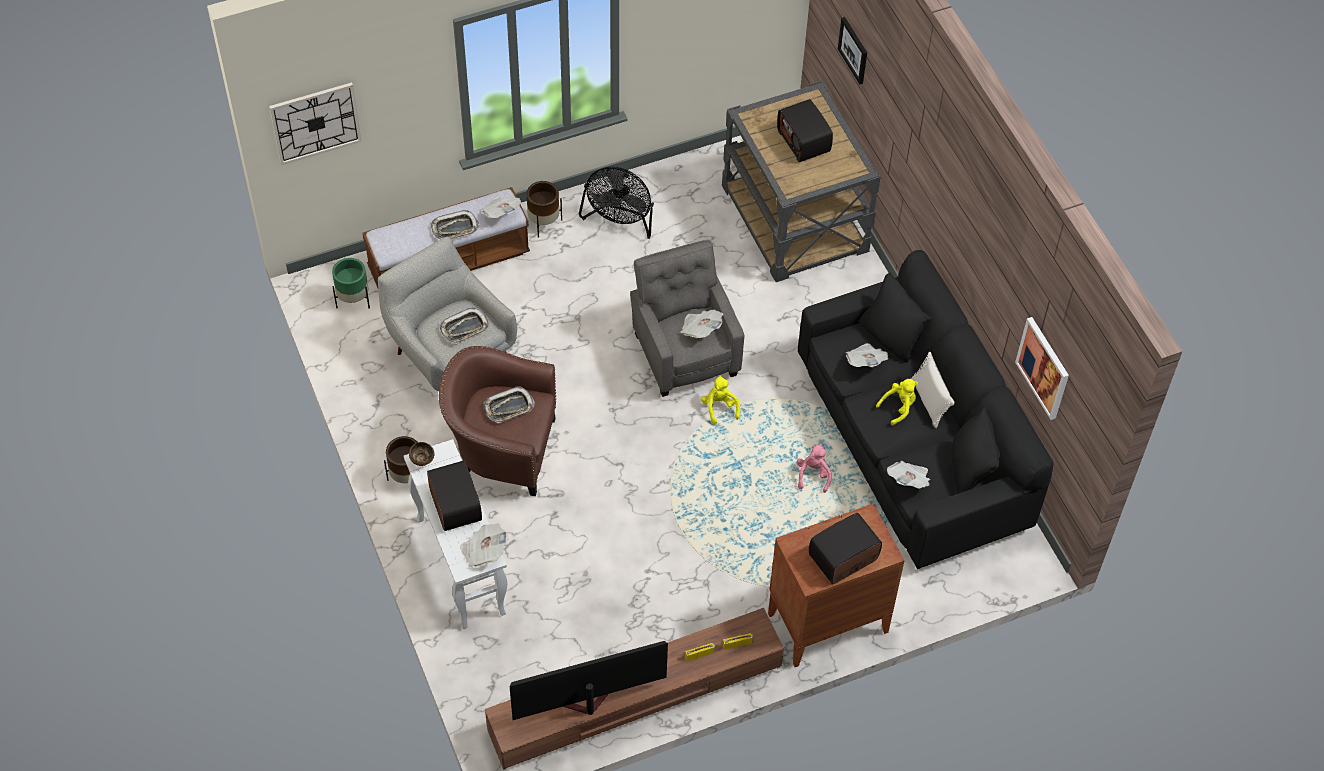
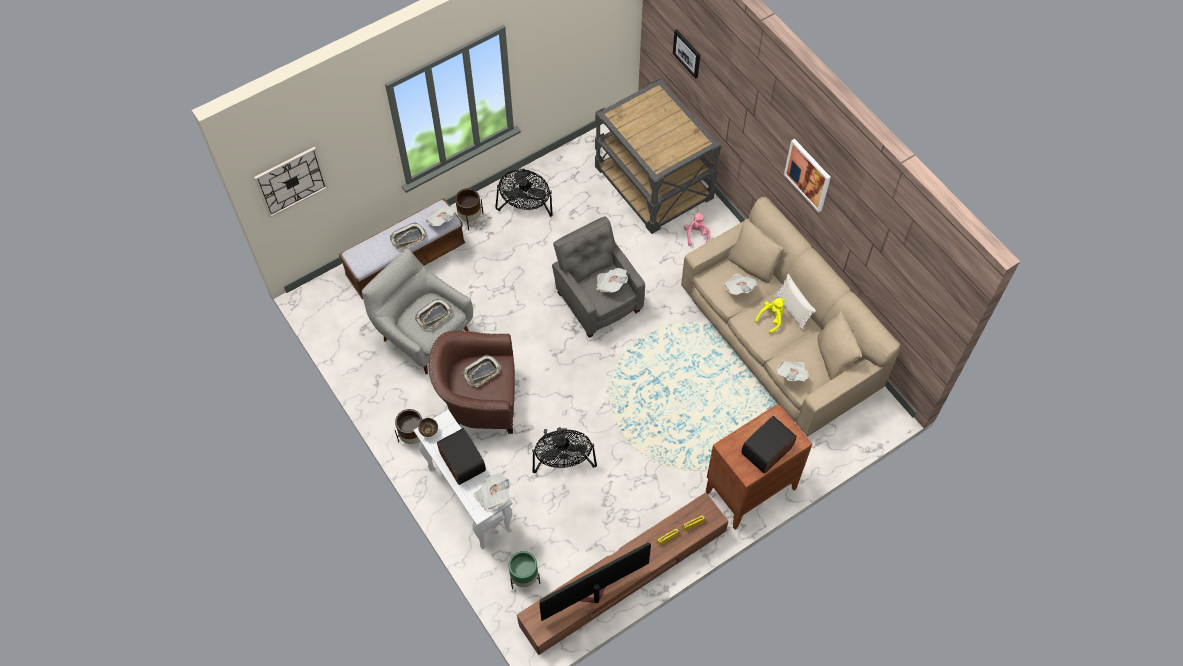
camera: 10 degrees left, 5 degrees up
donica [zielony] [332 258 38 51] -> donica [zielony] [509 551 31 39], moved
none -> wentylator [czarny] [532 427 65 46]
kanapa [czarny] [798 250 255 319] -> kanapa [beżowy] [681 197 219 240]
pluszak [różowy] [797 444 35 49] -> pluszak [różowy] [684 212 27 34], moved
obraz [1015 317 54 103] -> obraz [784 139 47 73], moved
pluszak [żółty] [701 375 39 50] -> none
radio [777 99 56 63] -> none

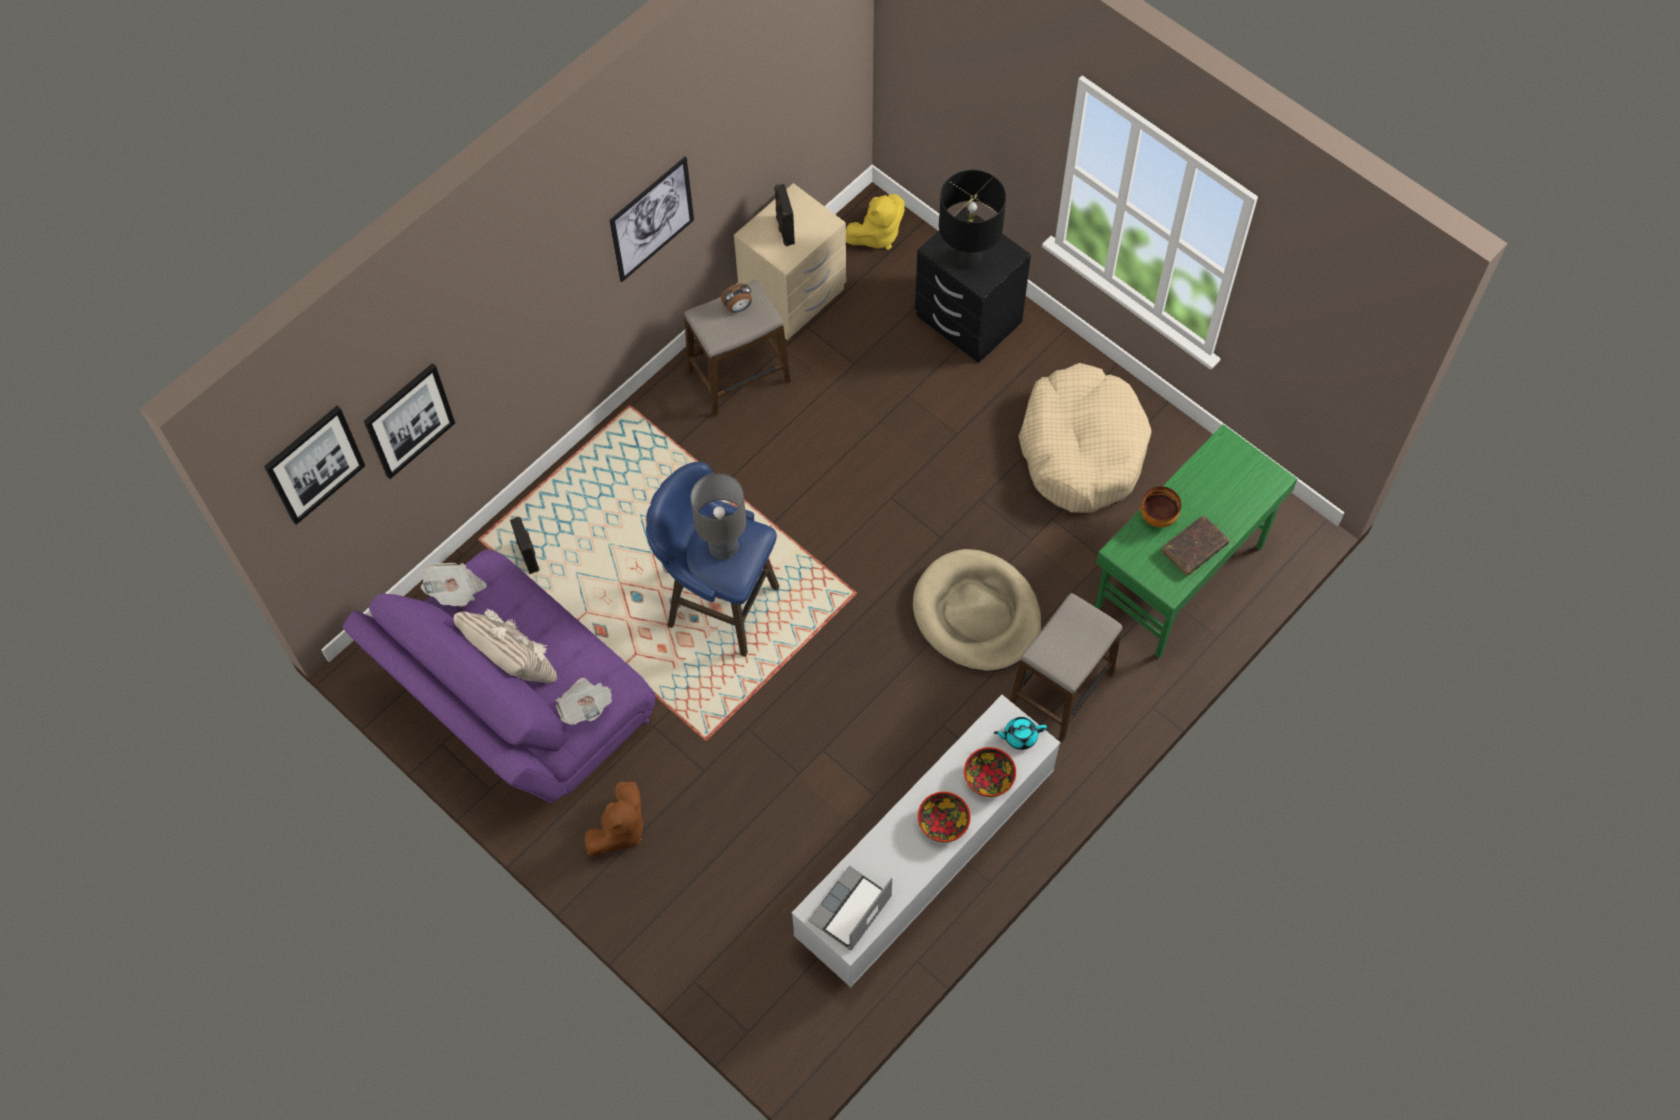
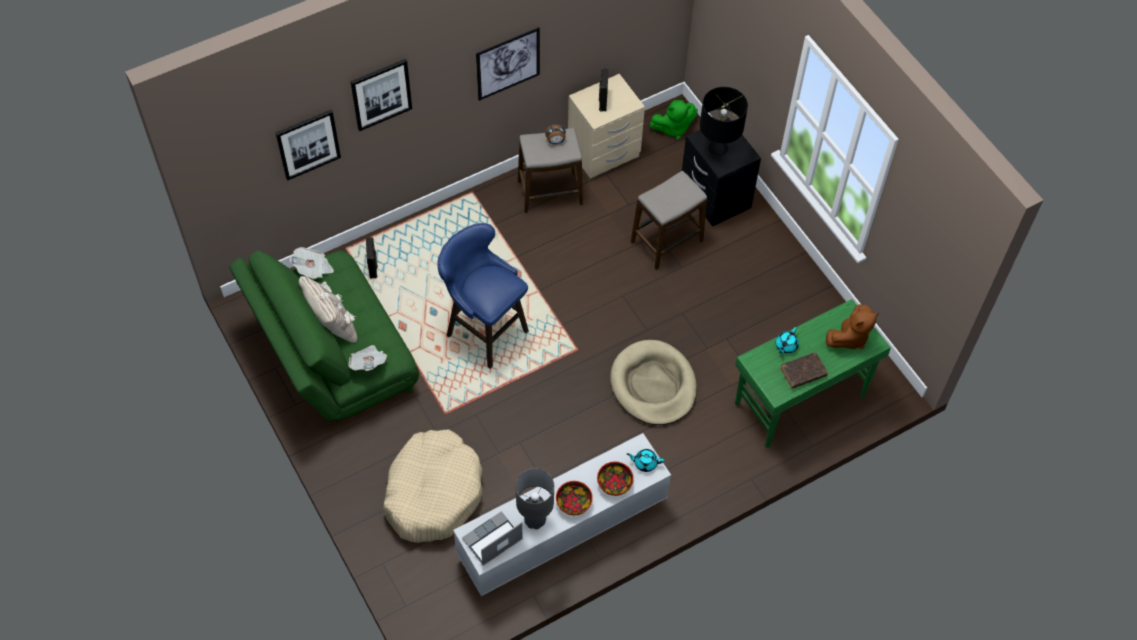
camera: 15 degrees right, 5 degrees down
kanapa [fioletowy] [342 549 313 254] -> kanapa [zielony] [229 250 190 172]
obraz [264 406 101 119] -> obraz [351 59 61 72], moved
legowisko [beżowy] [1018 363 134 150] -> legowisko [beżowy] [383 429 100 114], moved
lampa stołowa [szary] [690 473 56 87] -> lampa stołowa [szary] [516 469 38 60], moved
stołek [1010 593 112 149] -> stołek [631 171 76 99], moved
pluszak [żółty] [846 194 59 56] -> pluszak [zielony] [649 100 49 39]
miska [1141 486 40 41] -> imbryk [turkusowy] [776 327 23 27]
pluszak [brązowy] [585 782 58 74] -> pluszak [brązowy] [826 304 53 45], moved

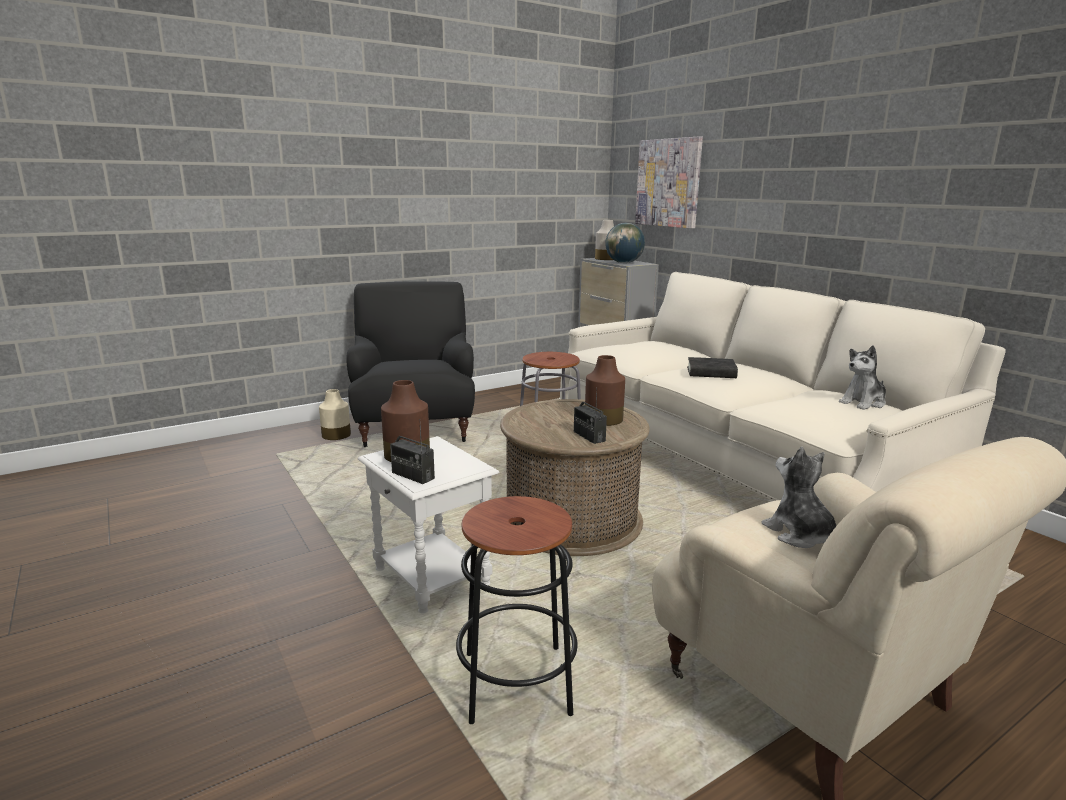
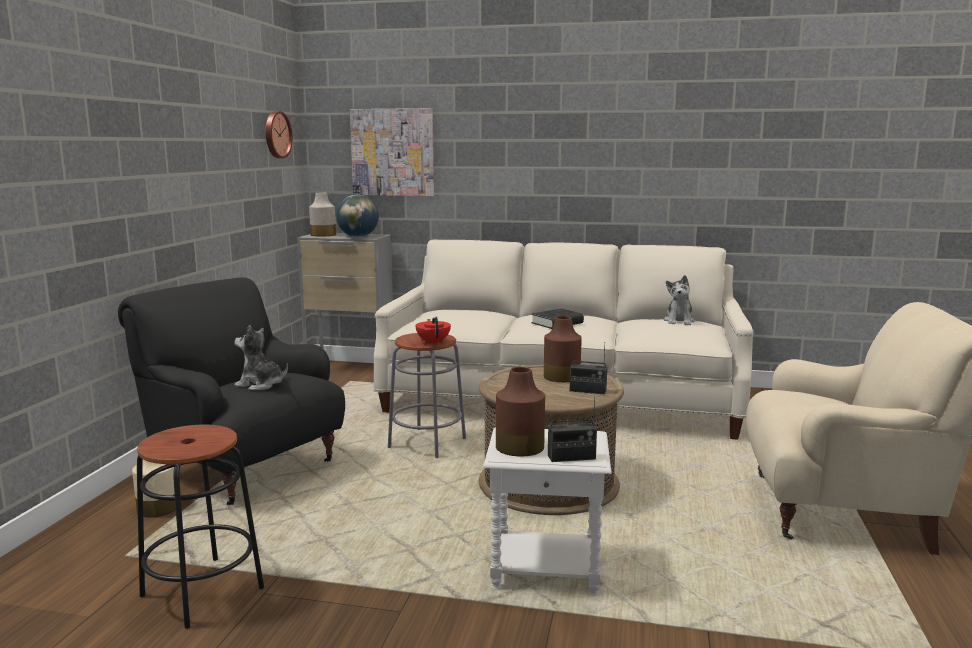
camera: 45 degrees left, 5 degrees down
stołek [czarny] [456 496 122 228] -> stołek [czarny] [137 425 127 204], moved
pluszak [761 446 75 102] -> pluszak [235 325 53 65], moved
none -> zegar ścienny [266 111 27 47]
none -> imbryk [czerwony] [415 317 36 28]

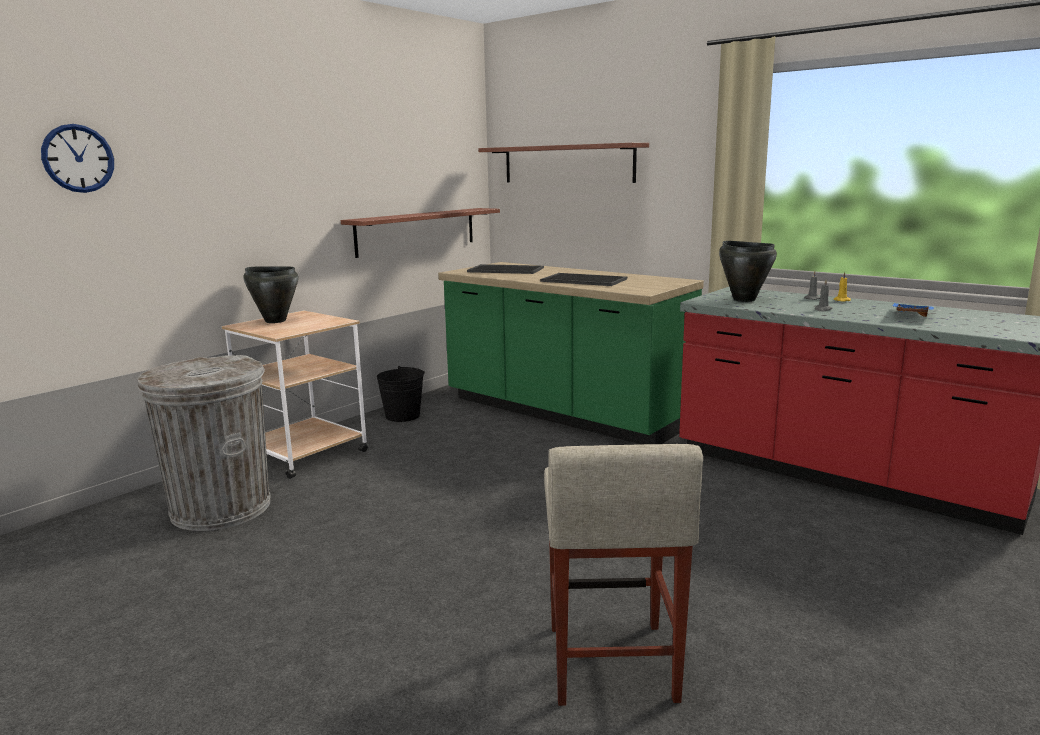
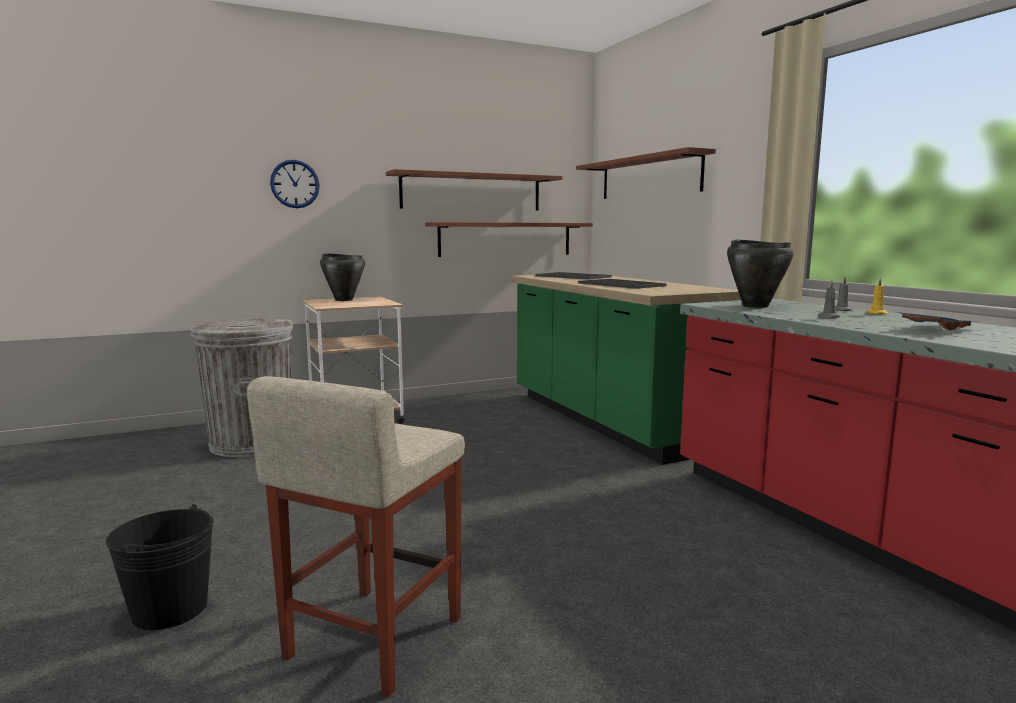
camera: 25 degrees right, 5 degrees down
wiadro [czarny] [376 366 49 56] -> wiadro [czarny] [106 504 108 126], moved
zegar ścienny [41 124 73 69] -> zegar ścienny [270 160 50 48], moved
none -> półka [386 169 176 41]

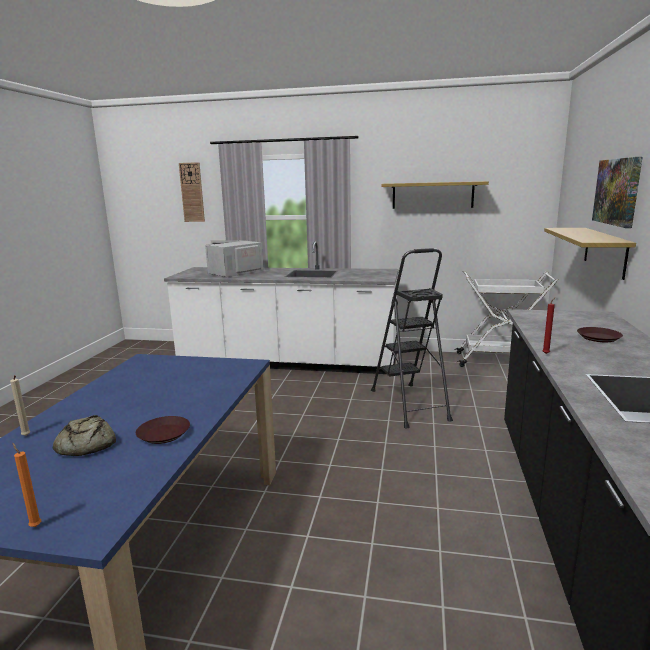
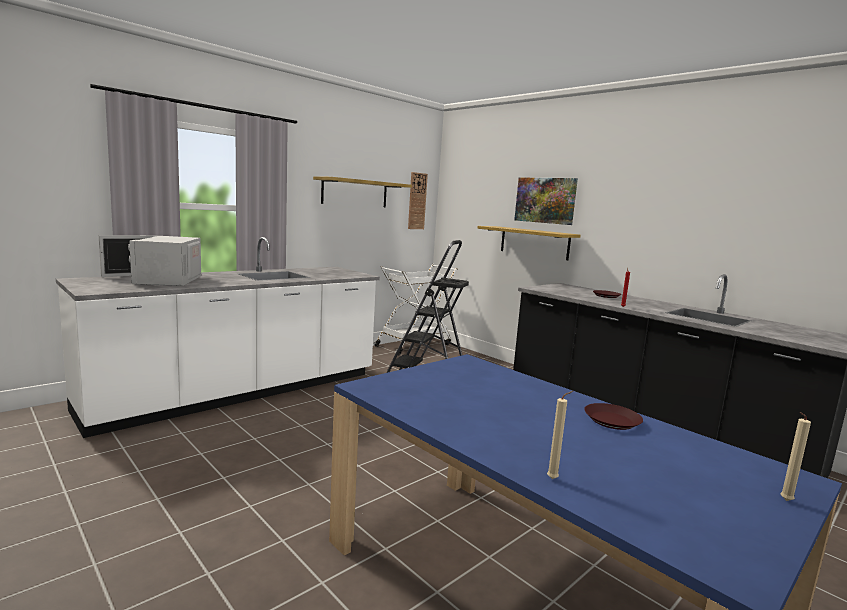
camera: 55 degrees left, 5 degrees down
zegar ścienny [179 162 26 60] -> zegar ścienny [408 172 20 57], moved
świeca [pomarańczowy] [12 443 29 84] -> świeca [beżowy] [780 412 31 89]
chleb [53 415 63 41] -> none

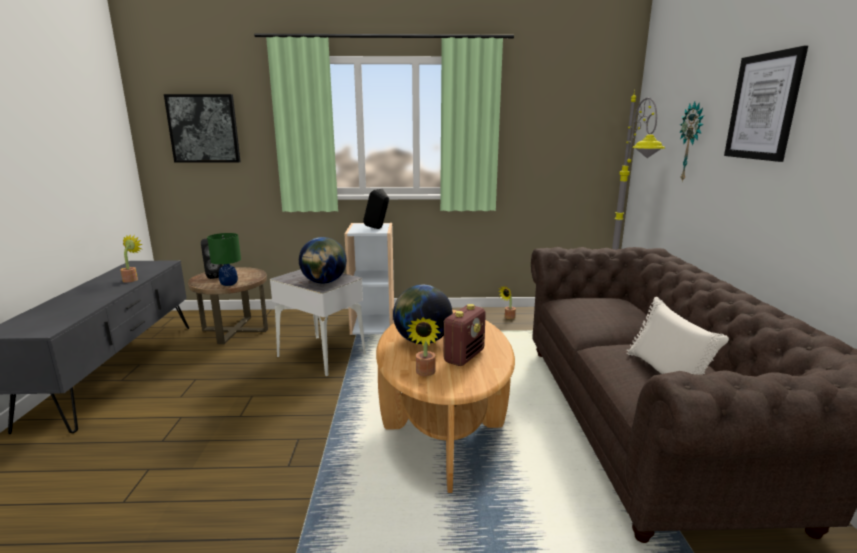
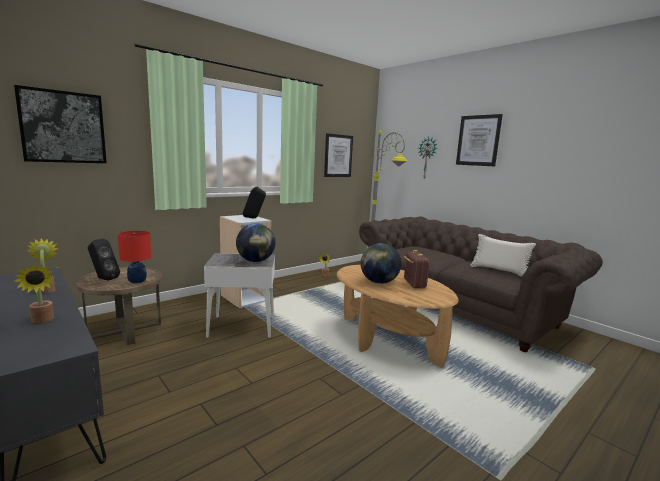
camera: 40 degrees left, 5 degrees down
roślina doniczkowa [407 317 33 59] -> roślina doniczkowa [14 265 40 59], moved
lampa stołowa [zielony] [207 233 34 53] -> lampa stołowa [czerwony] [118 231 33 52]
none -> obraz [324 133 29 44]

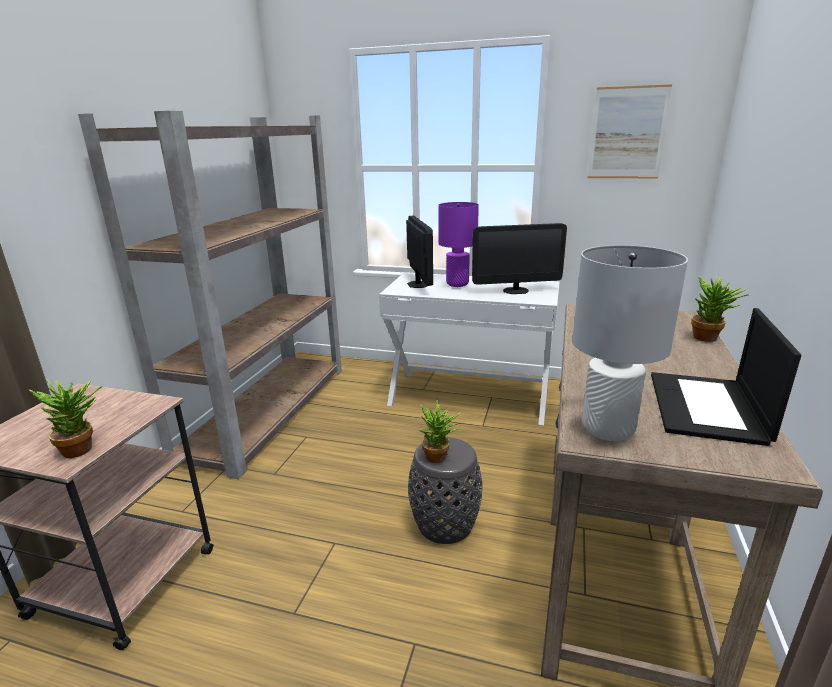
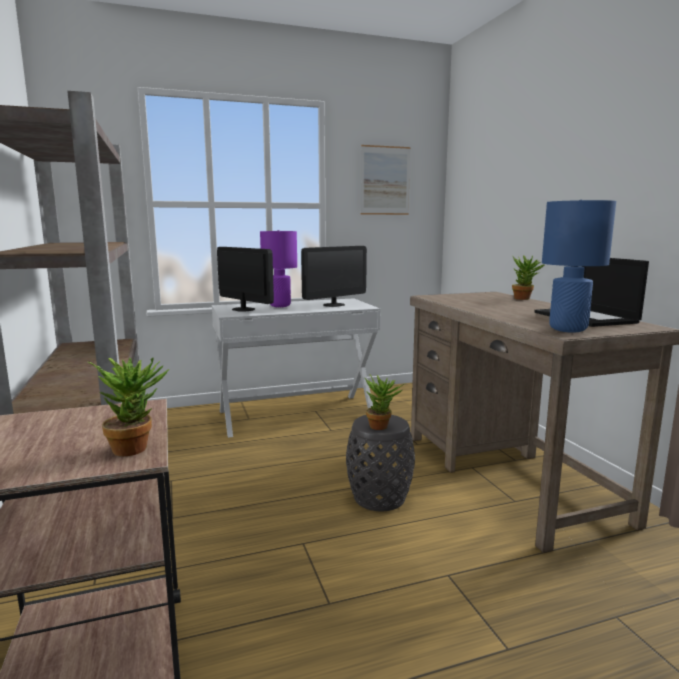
camera: 35 degrees left, 10 degrees down
lampa stołowa [szary] [572 245 116 196] -> lampa stołowa [niebieski] [542 200 74 133]

